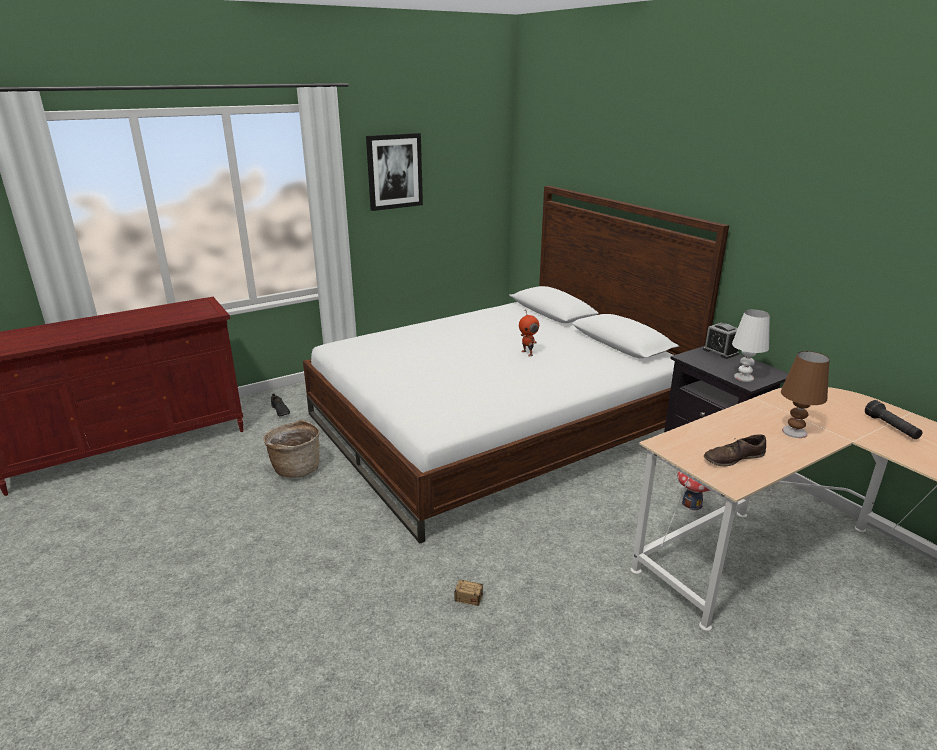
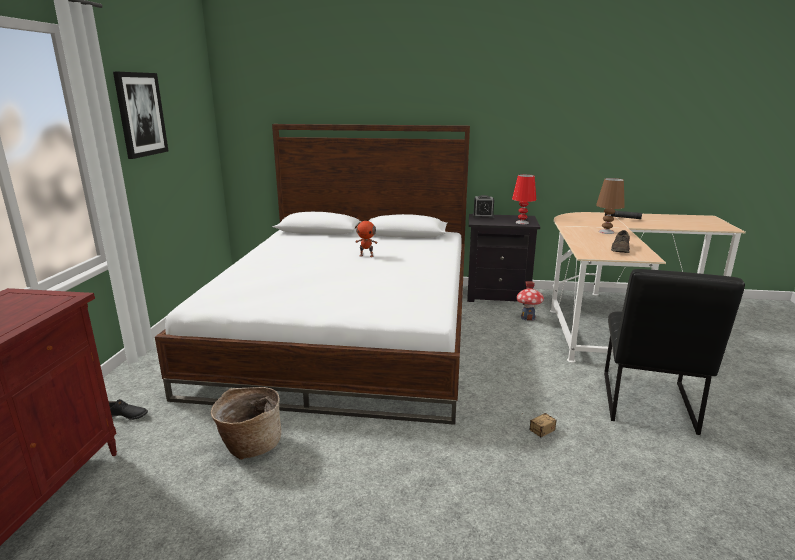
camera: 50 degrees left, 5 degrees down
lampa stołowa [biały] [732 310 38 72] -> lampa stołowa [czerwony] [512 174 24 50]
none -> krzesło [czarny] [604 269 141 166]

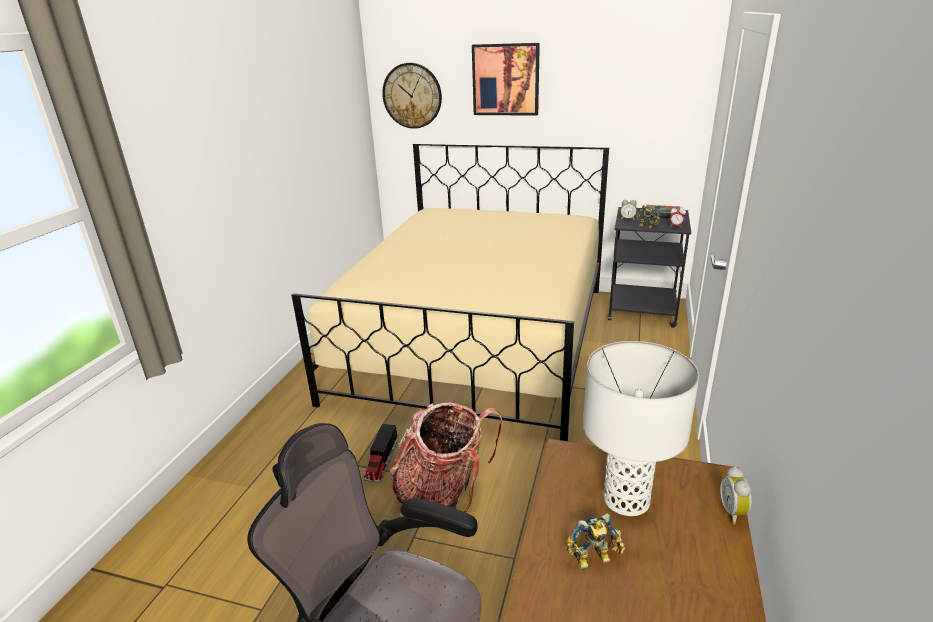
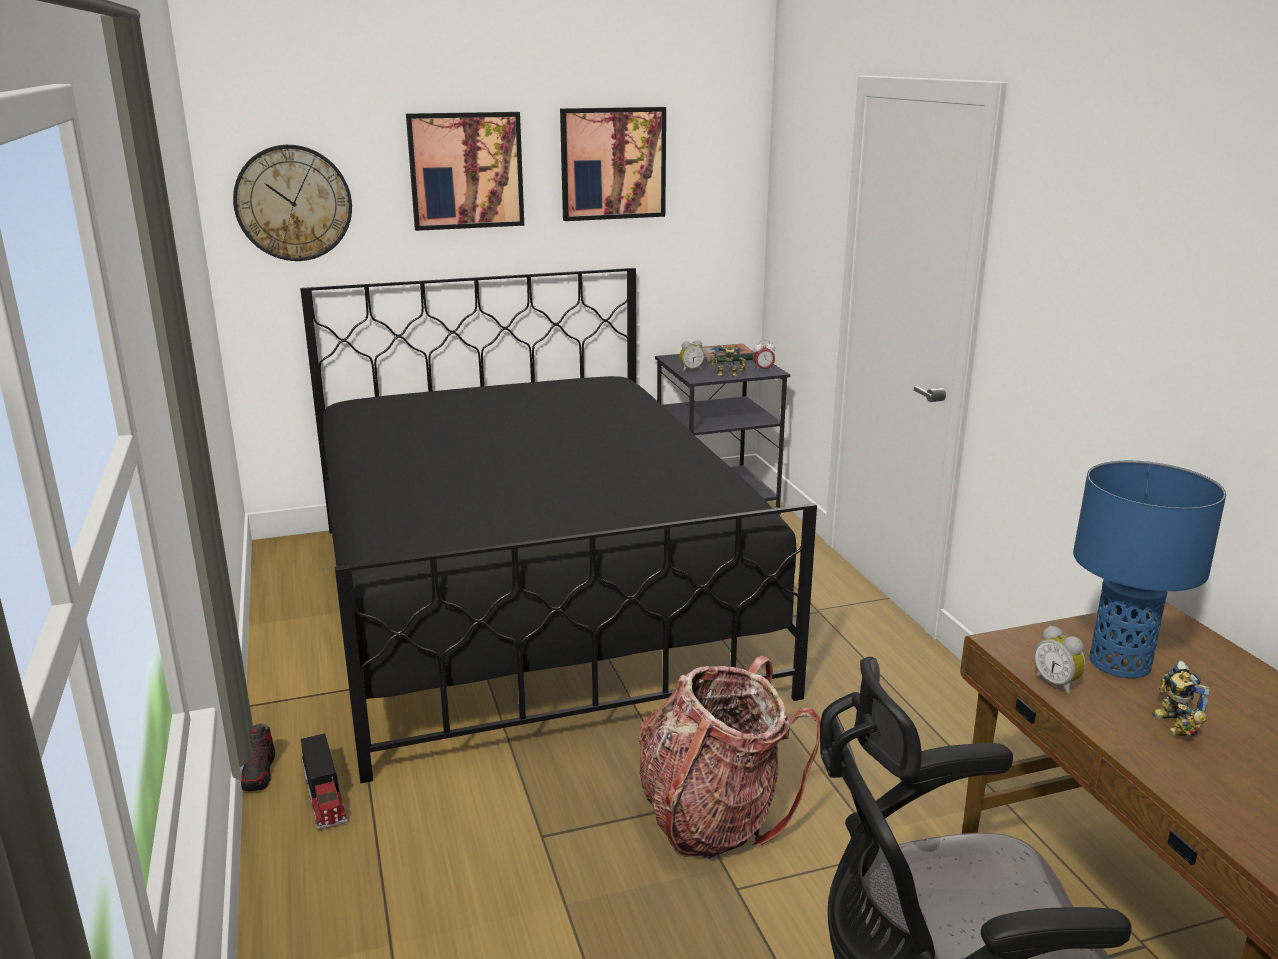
camera: 35 degrees left, 5 degrees down
none -> but [241 723 34 68]
łóżko [beżowy] [292 143 317 298] -> łóżko [czarny] [300 268 517 515]
ciężarówka zabawkowa [364 424 34 58] -> ciężarówka zabawkowa [301 733 46 97], moved
none -> obraz [560 107 106 114]
budzik [720 466 32 58] -> budzik [1034 626 51 69], moved
lampa stołowa [biały] [583 341 116 175] -> lampa stołowa [niebieski] [1073 461 153 217]
robot zabawkowy [565 513 60 57] -> robot zabawkowy [1152 661 58 75], 135 degrees clockwise

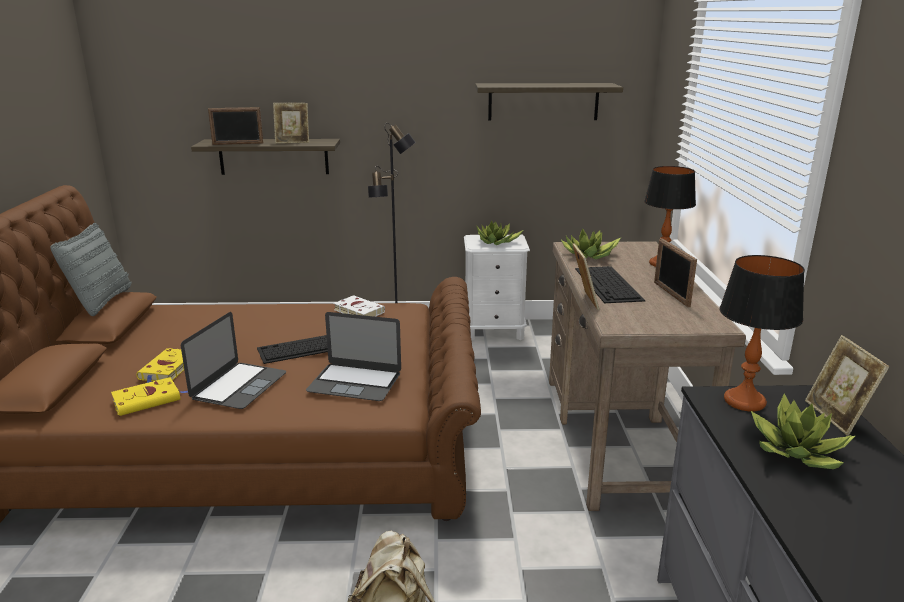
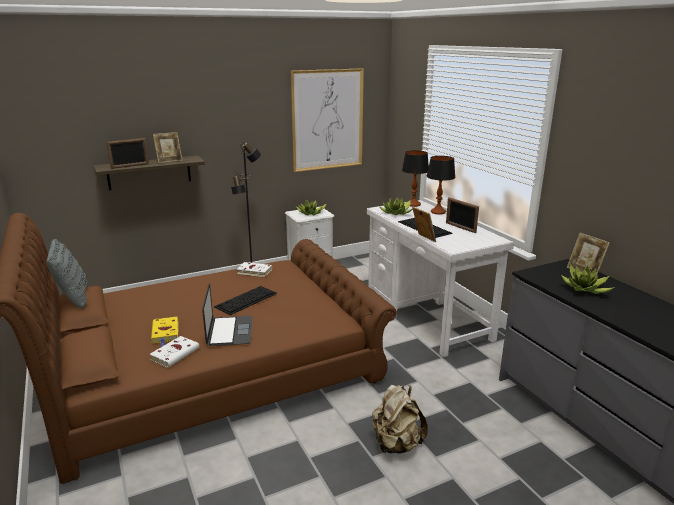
camera: 25 degrees left, 0 degrees up
książka [żółty] [111 377 77 39] -> książka [biały] [150 336 50 32]
półka [475 83 148 37] -> obraz [291 68 73 104]
biurko [brązowy] [549 241 197 270] -> biurko [biały] [367 200 147 157]
lampa stołowa [719 255 86 157] -> lampa stołowa [402 150 27 57], moved
laptop [306 312 95 89] -> none

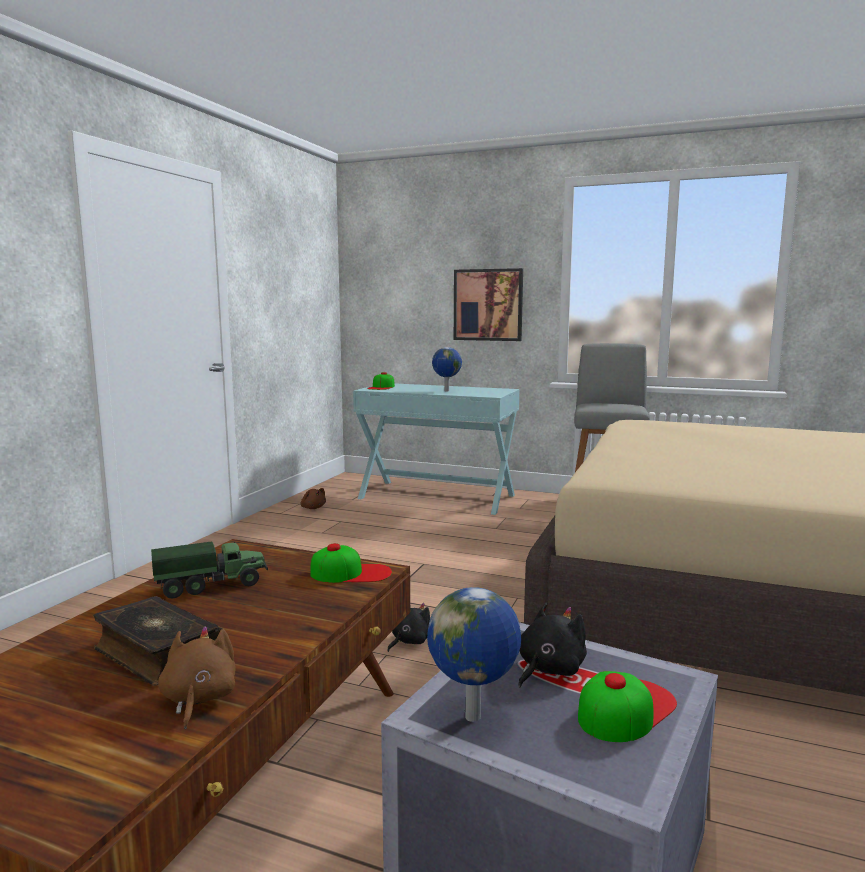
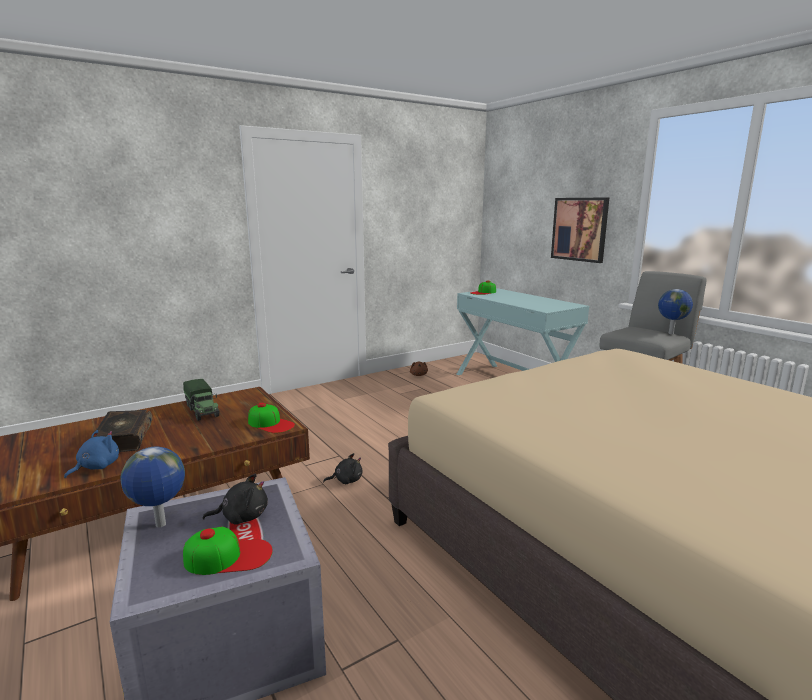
camera: 35 degrees right, 5 degrees up
pluszak [brązowy] [158 626 78 103] -> pluszak [niebieski] [64 430 55 49]
ciężarówka zabawkowa [151 541 117 58] -> ciężarówka zabawkowa [183 379 37 42], 45 degrees clockwise
globus [432 347 30 44] -> globus [658 289 35 45], moved

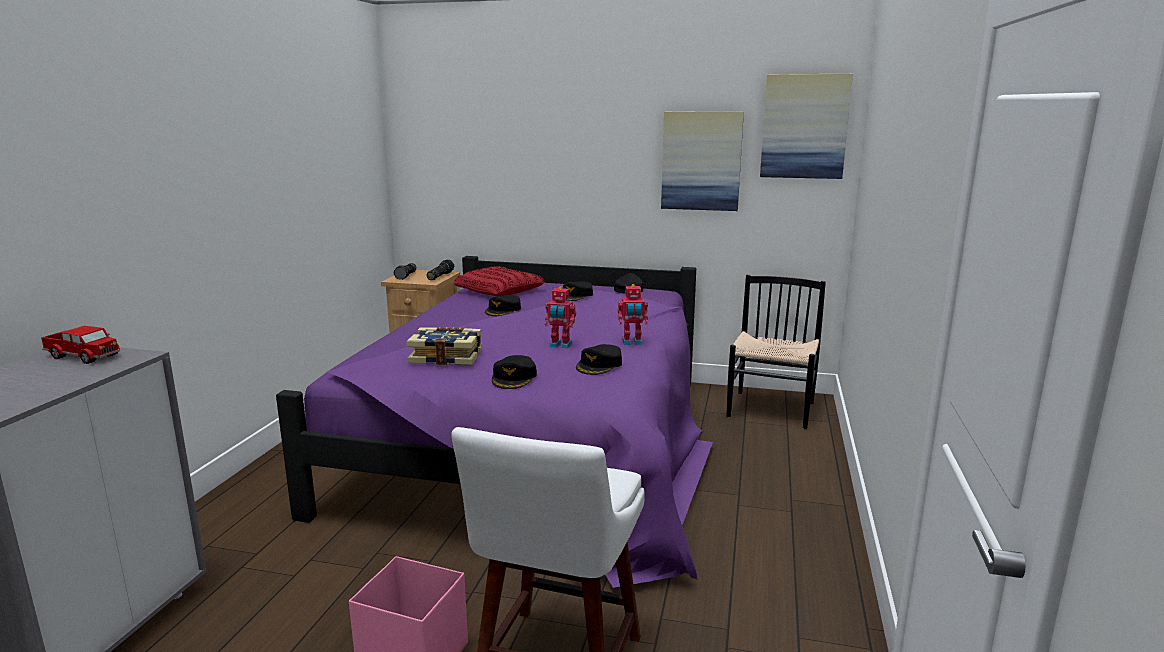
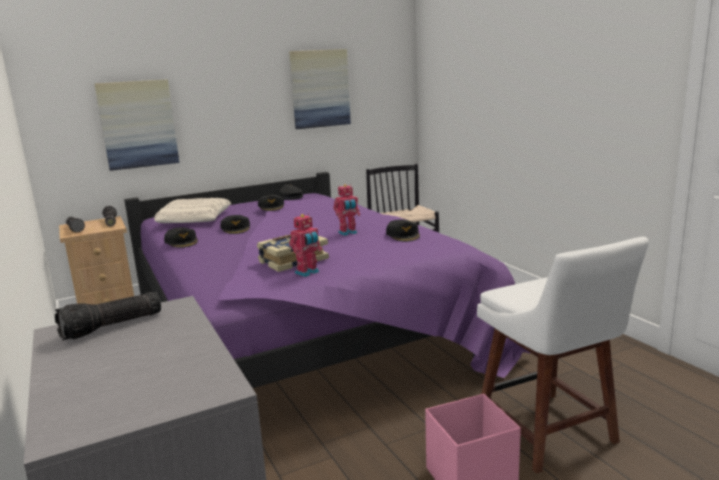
camera: 40 degrees left, 0 degrees up
ciężarówka zabawkowa [41 326 79 38] -> latarka [55 292 106 48]
obraz [760 74 93 105] -> obraz [94 79 85 92], moved
poduszka [czerwony] [454 266 91 31] -> poduszka [beżowy] [154 198 77 25]
czapka z daszkiem [czarny] [492 355 45 34] -> czapka z daszkiem [czarny] [164 227 34 21], moved
robot zabawkowy [618 284 30 61] -> robot zabawkowy [289 213 33 64], moved

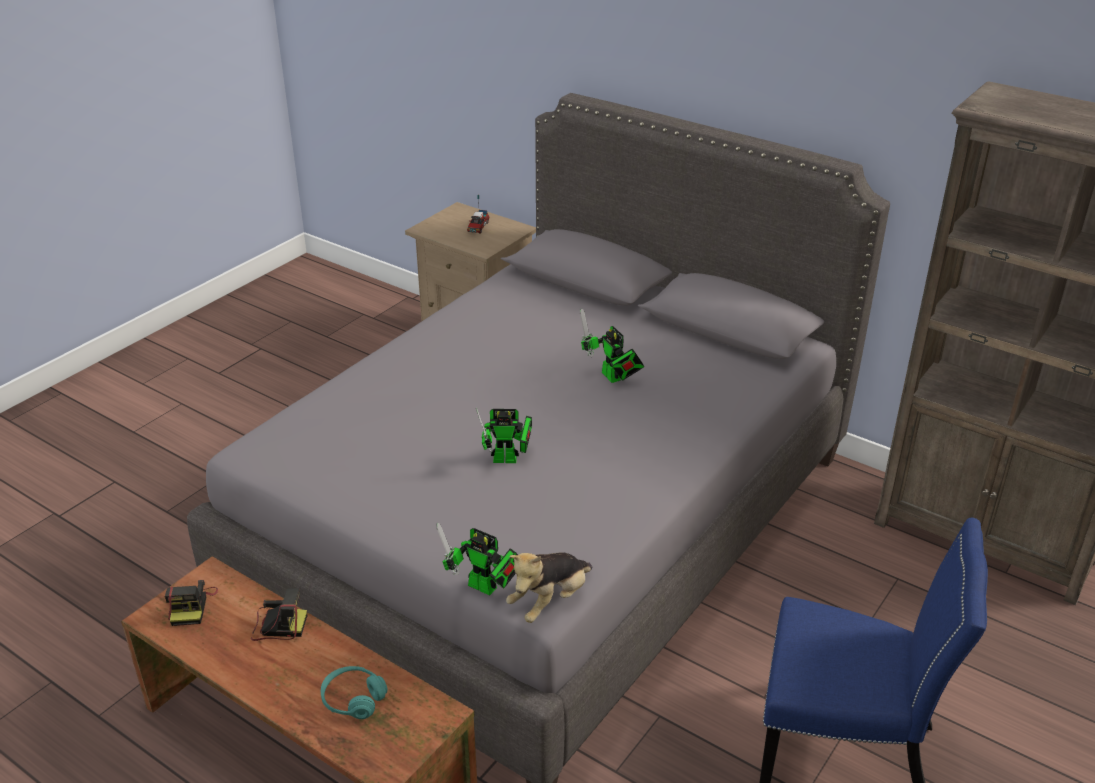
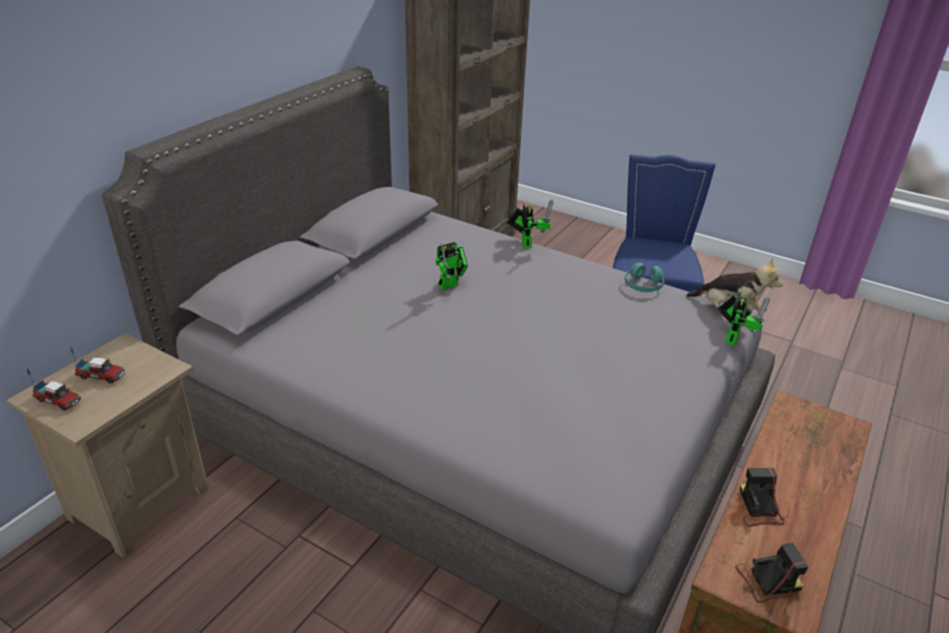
camera: 95 degrees left, 0 degrees up
none -> ciężarówka zabawkowa [27 368 54 43]
robot zabawkowy [476 408 56 55] -> robot zabawkowy [507 199 46 49], moved
słuchawki [turkusowy] [321 666 67 53] -> słuchawki [turkusowy] [625 262 39 30], moved

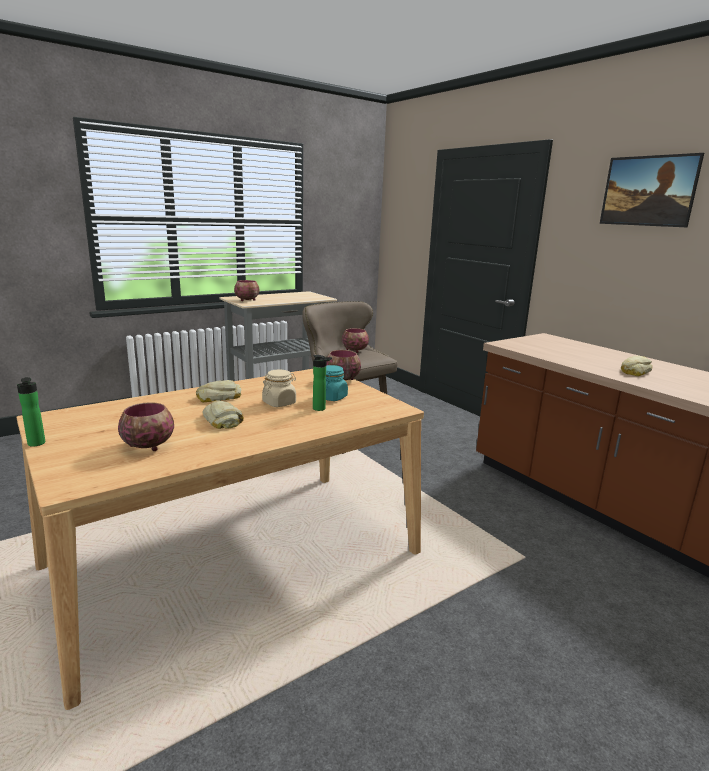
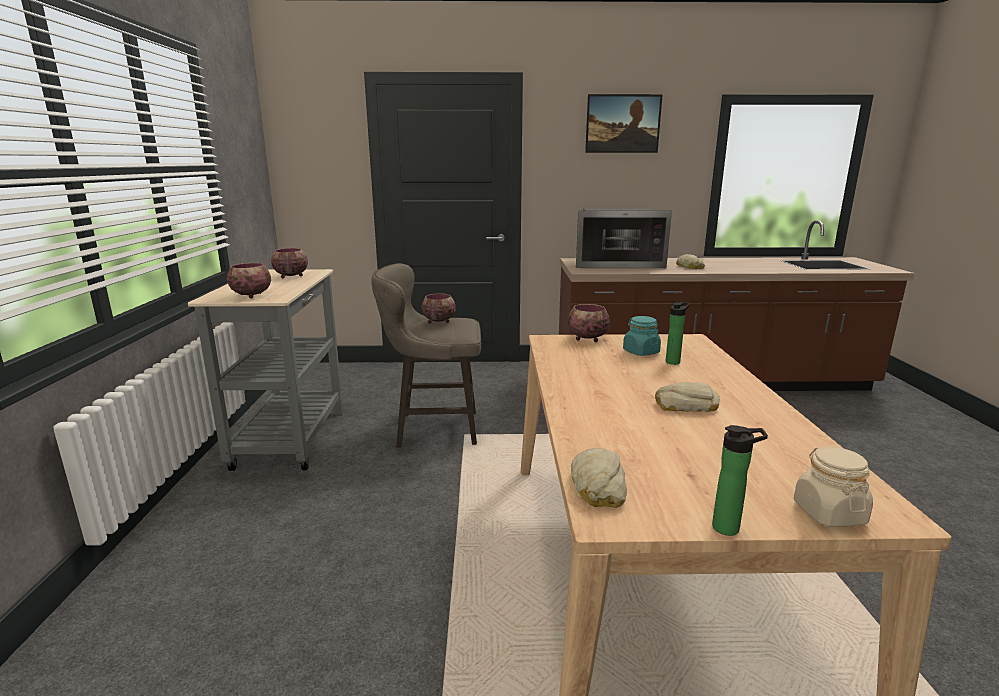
camera: 55 degrees left, 0 degrees up
miska [118 402 56 49] -> miska [271 248 37 30], moved
chleb [196 380 45 22] -> chleb [571 448 56 60], moved
none -> mikrofalówka [576 209 96 59]
słoik [beżowy] [262 370 34 37] -> słoik [beżowy] [794 447 79 80], moved

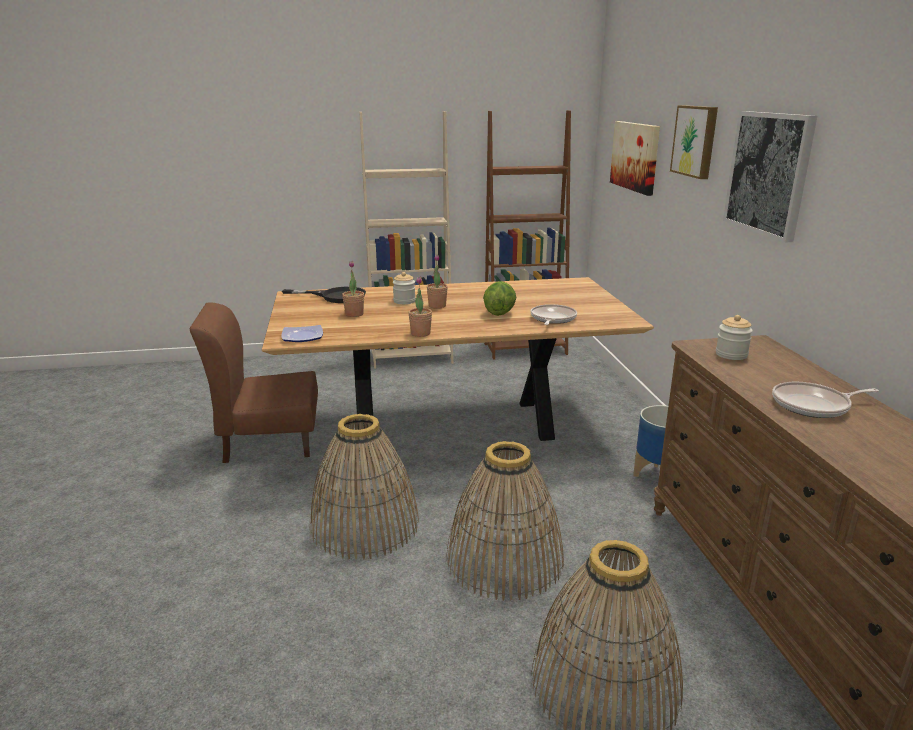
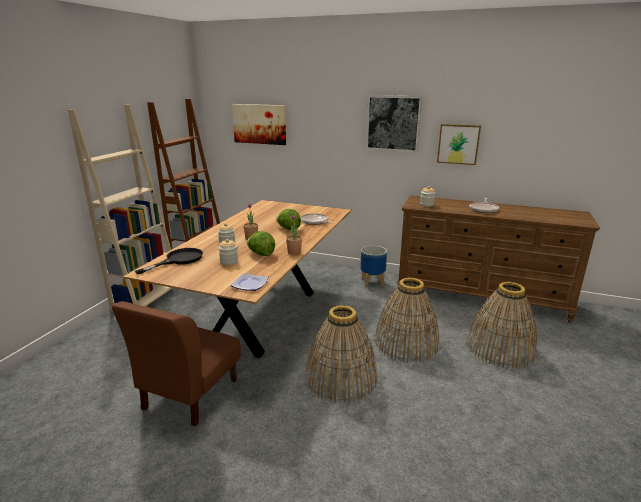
camera: 60 degrees left, 0 degrees up
roślina doniczkowa [342 261 22 56] -> słoik [218 239 20 26]
none -> sałata [247 231 28 25]
obraz [670 105 48 74] -> obraz [437 124 44 41], moved

